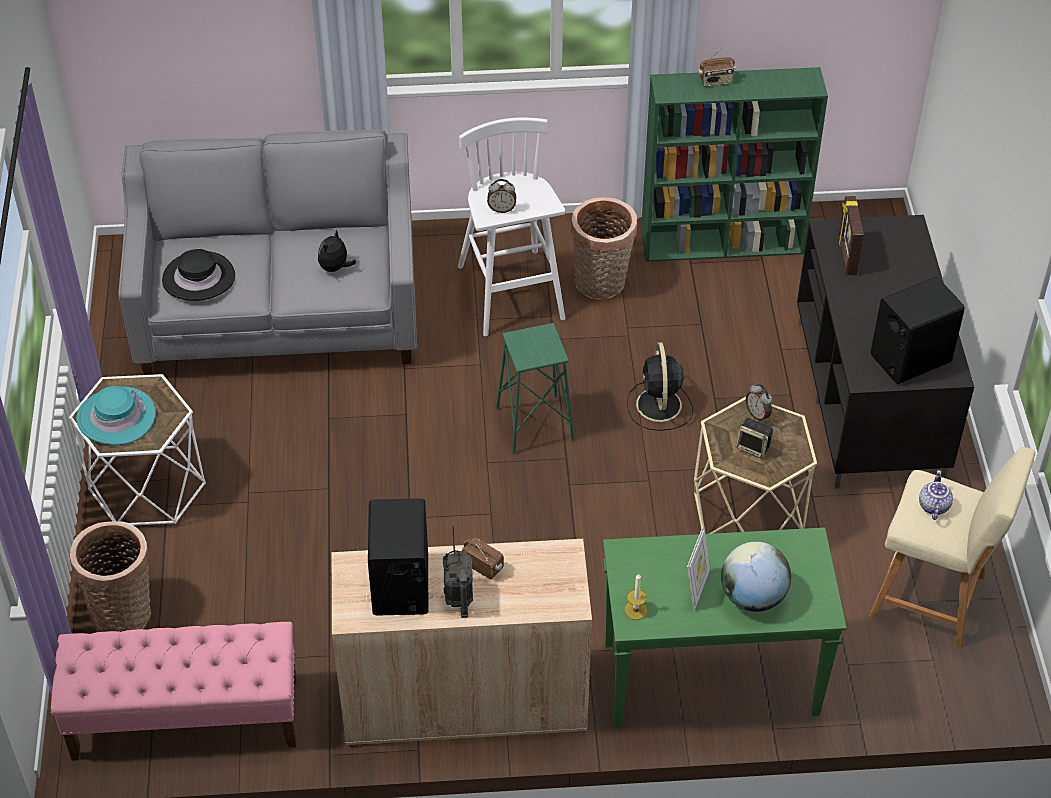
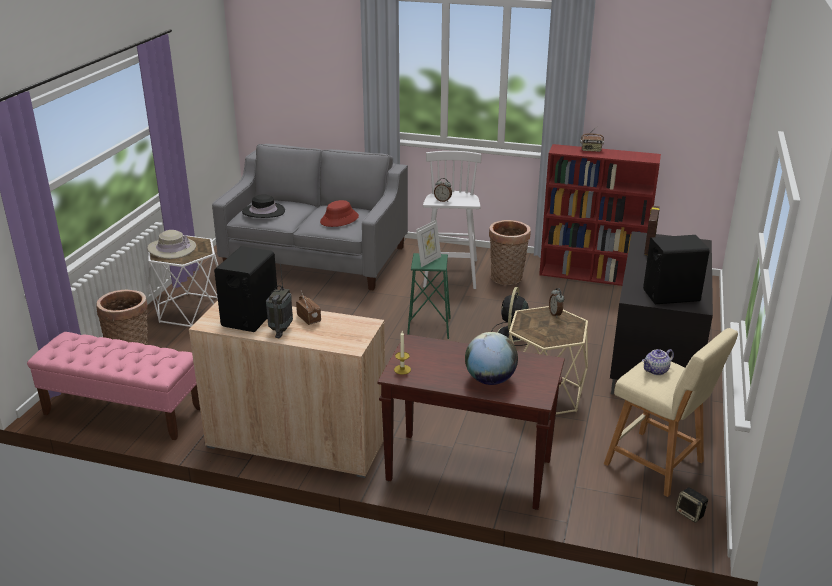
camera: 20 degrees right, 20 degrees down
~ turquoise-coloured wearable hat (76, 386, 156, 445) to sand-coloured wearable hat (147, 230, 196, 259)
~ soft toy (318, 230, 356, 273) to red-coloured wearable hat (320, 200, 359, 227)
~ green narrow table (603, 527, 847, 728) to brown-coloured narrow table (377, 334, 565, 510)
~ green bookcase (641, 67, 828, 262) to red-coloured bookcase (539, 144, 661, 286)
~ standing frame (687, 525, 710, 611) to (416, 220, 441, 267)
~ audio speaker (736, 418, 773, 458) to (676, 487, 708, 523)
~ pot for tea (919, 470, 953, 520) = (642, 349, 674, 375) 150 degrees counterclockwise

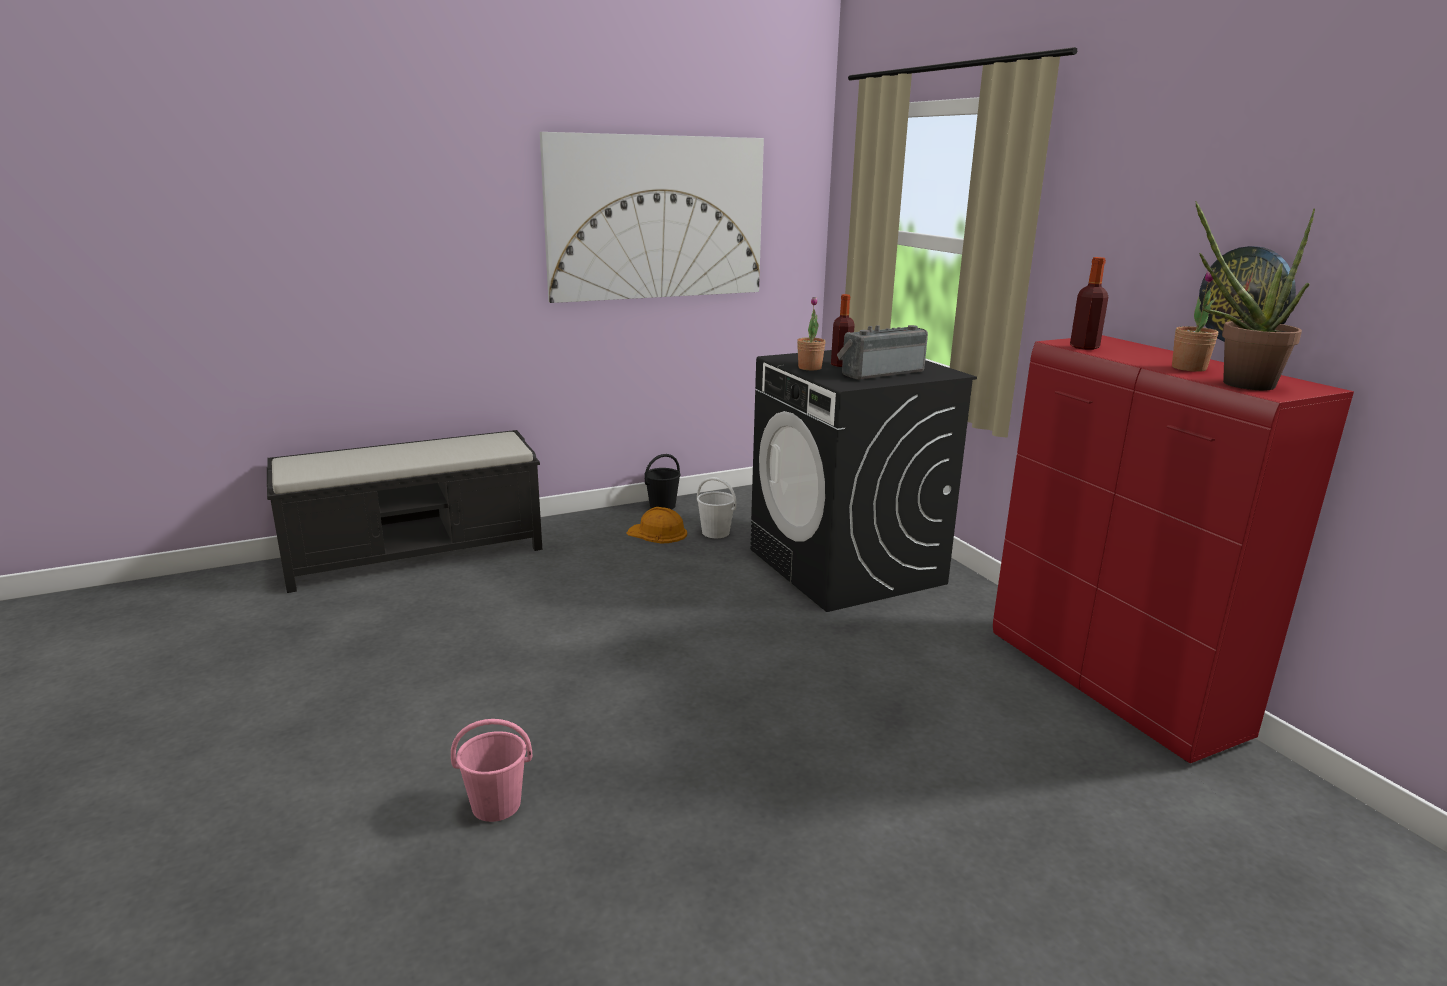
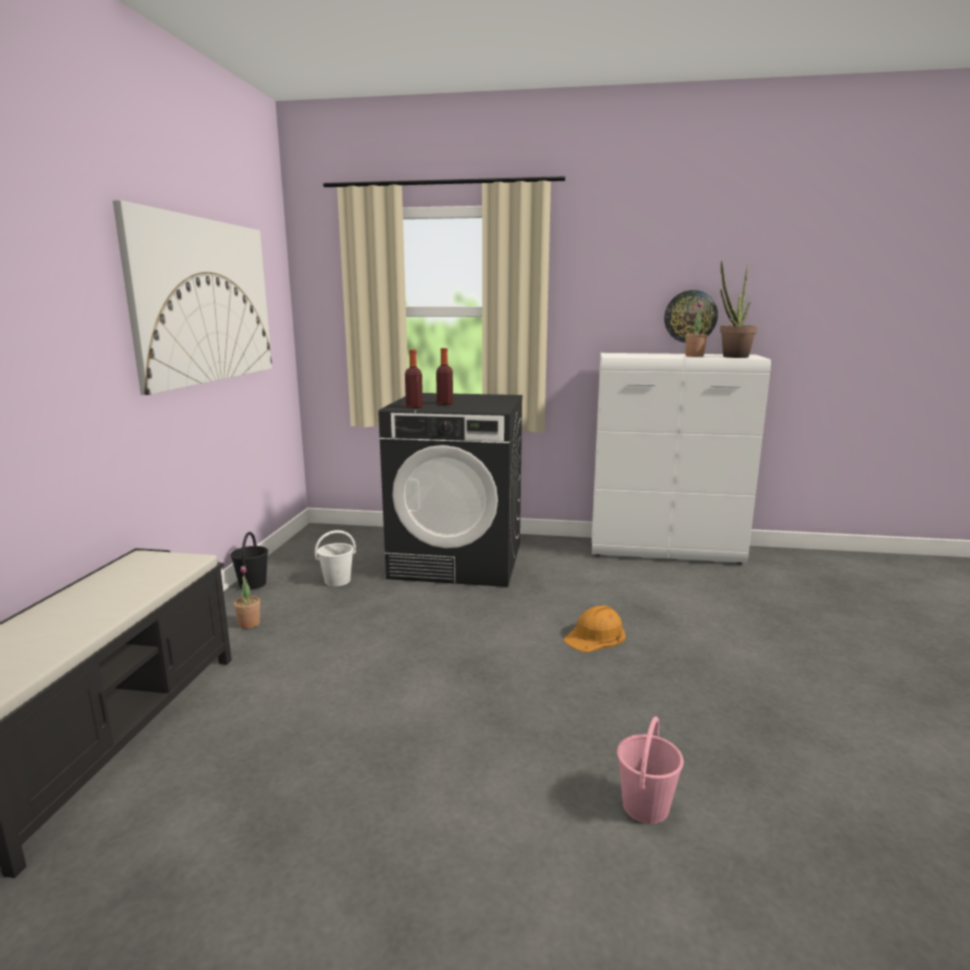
camera: 55 degrees left, 5 degrees down
~ orange safety helmet (626, 507, 687, 544) to (564, 605, 625, 652)
~ potted plant (797, 297, 826, 370) to (234, 566, 260, 629)
- radio receiver (837, 325, 928, 380)
~ red-coloured cupboard (993, 335, 1354, 763) to whitish cupboard (592, 353, 771, 564)
~ beverage bottle (1070, 257, 1108, 350) to (405, 349, 423, 408)

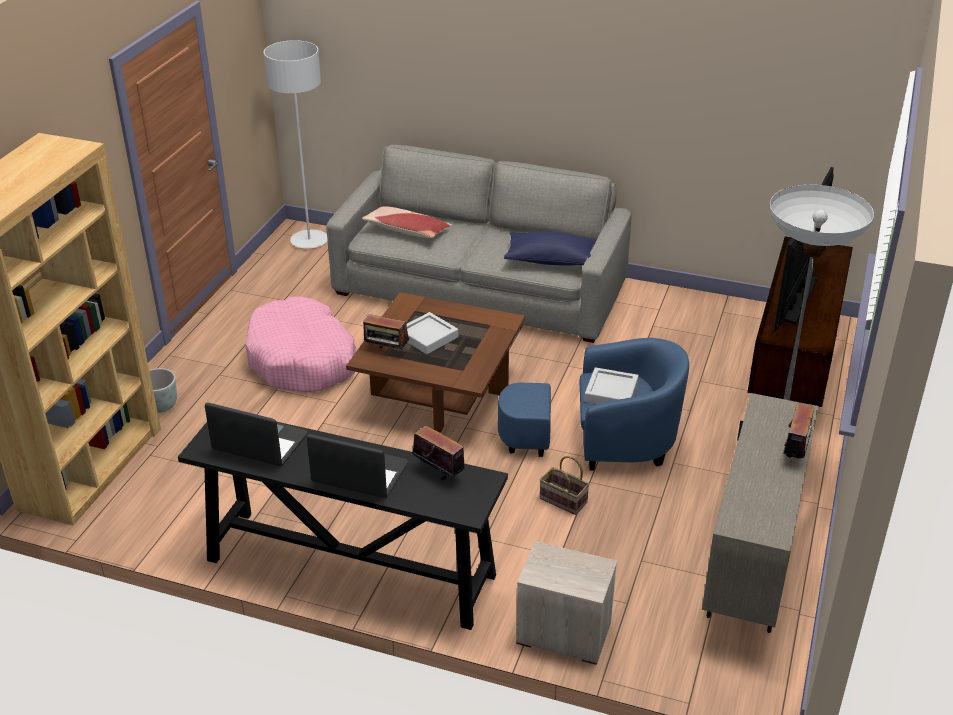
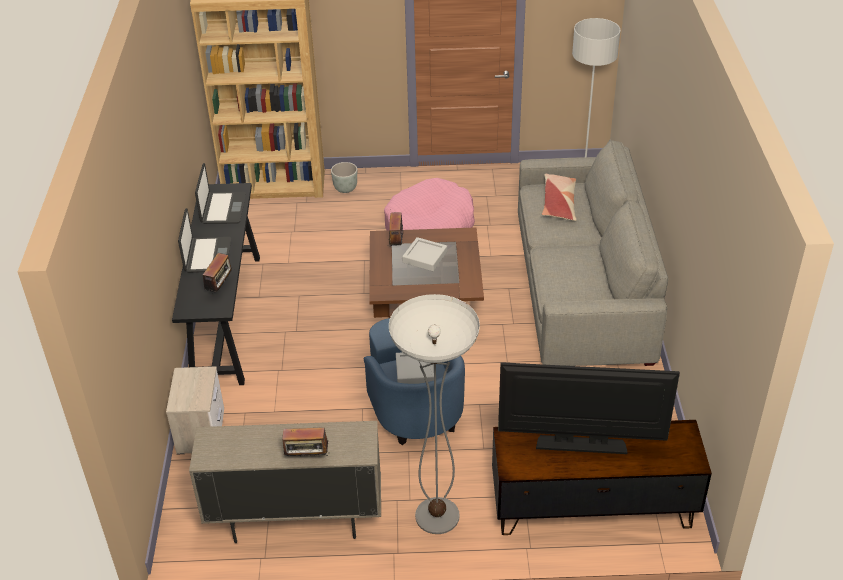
camera: 70 degrees right, 5 degrees up
- blue-coloured cushion (504, 231, 597, 266)
- household basket (540, 456, 589, 515)

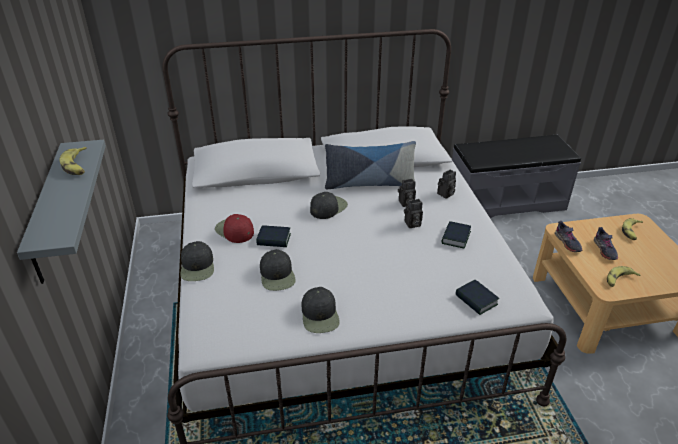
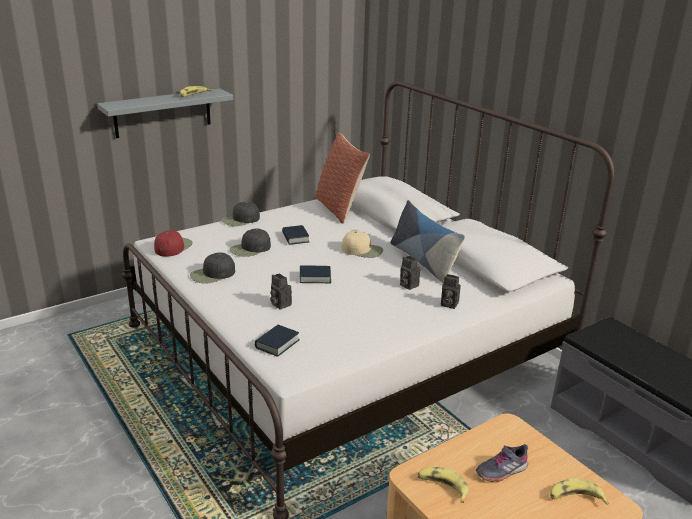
camera: 65 degrees right, 10 degrees down
~ red-coloured baseball cap (215, 214, 254, 243) to (154, 230, 193, 256)
~ black-coloured baseball cap (310, 192, 348, 219) to sand-coloured baseball cap (342, 231, 383, 258)
~ photo camera (404, 199, 423, 228) to (270, 273, 292, 310)
~ volume (442, 221, 471, 249) to (300, 265, 331, 283)
- greyish item of footwear (555, 221, 582, 252)
+ cushion (315, 133, 370, 224)

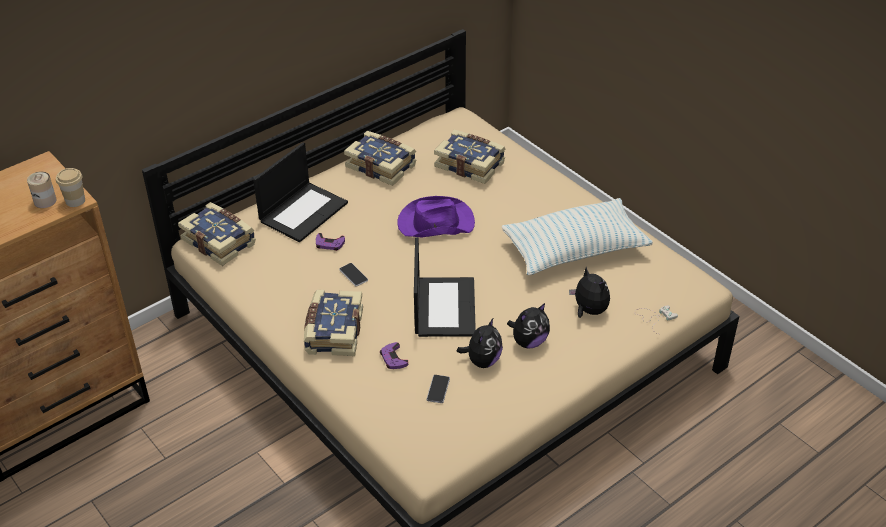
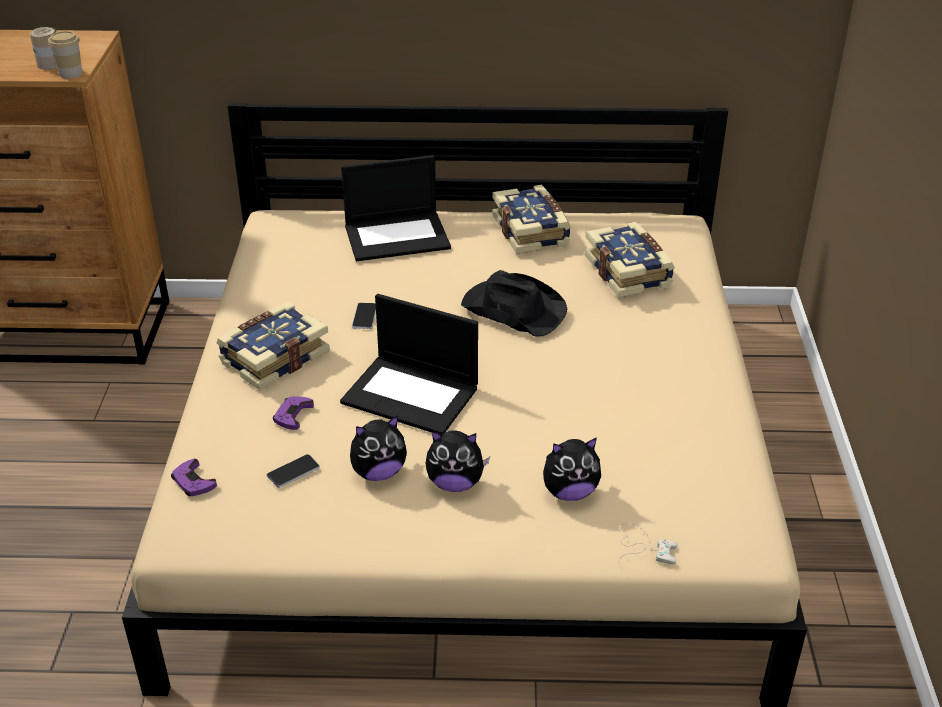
camera: 40 degrees right, 5 degrees down
- volume (178, 202, 256, 266)
~ purple game controller (316, 233, 345, 251) to (171, 459, 217, 496)
~ purple wearable hat (397, 196, 475, 238) to black-coloured wearable hat (461, 270, 567, 337)
~ notebook computer (414, 237, 476, 337) = (340, 294, 478, 435) 75 degrees clockwise
- cushion (502, 198, 653, 275)
~ soft toy (569, 267, 610, 318) = (543, 437, 601, 501) 75 degrees clockwise

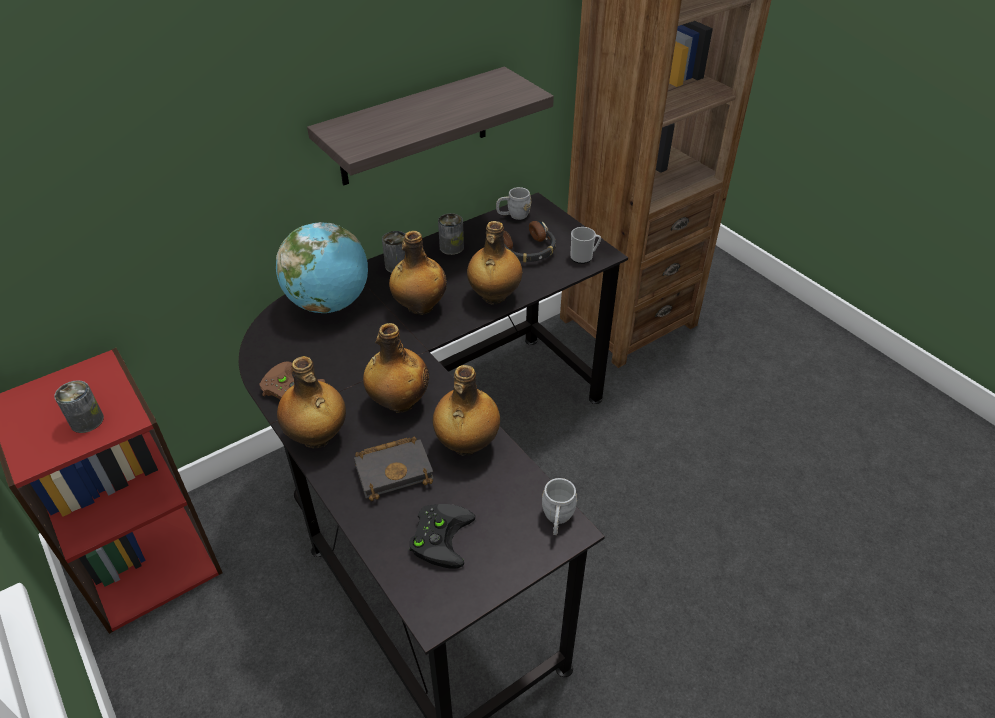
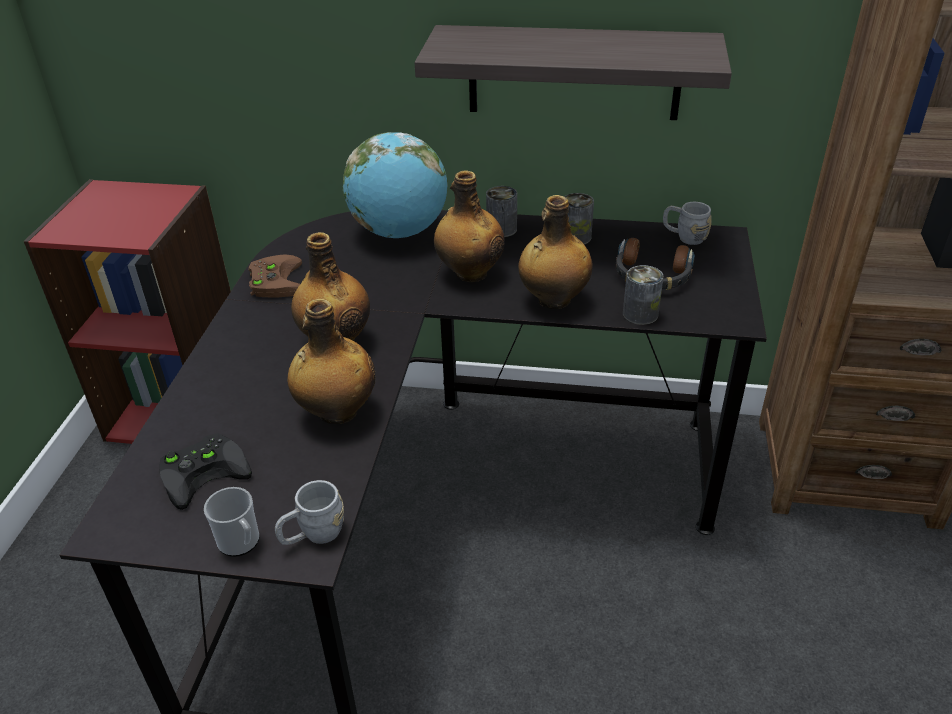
camera: 45 degrees right, 5 degrees down
~ metal can (54, 380, 104, 433) to (623, 265, 664, 325)
- beverage bottle (277, 356, 346, 448)
- black-coloured volume (354, 437, 434, 501)
~ mug (570, 227, 601, 264) to (204, 487, 260, 557)

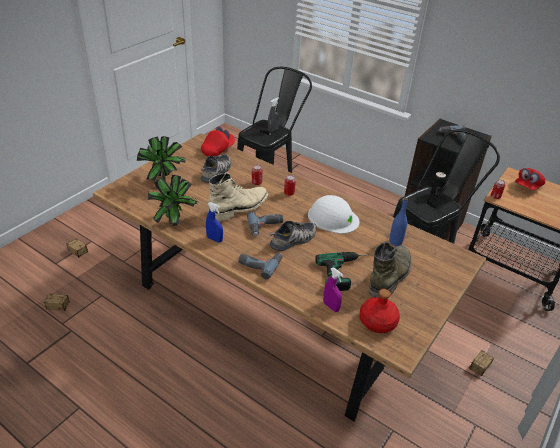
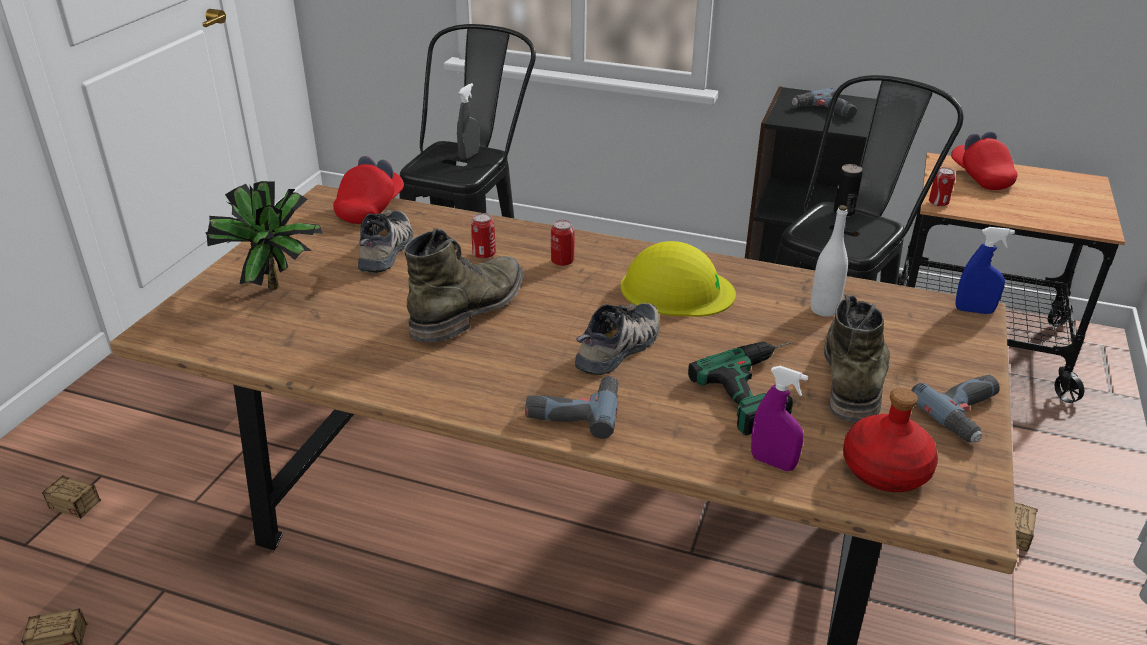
camera: 15 degrees left, 5 degrees down
- potted plant (148, 175, 198, 226)
~ blue-coloured sprayer (206, 202, 223, 242) to (955, 227, 1015, 314)
~ sand-coloured tall boot (208, 172, 268, 221) to green tall boot (404, 228, 523, 342)
~ electric drill (247, 211, 283, 236) to (911, 375, 1000, 442)
~ whitish safety helmet (308, 195, 360, 234) to yellowish safety helmet (621, 241, 736, 317)
~ blue-coloured beverage bottle (389, 198, 408, 246) to whitish beverage bottle (810, 205, 848, 317)
~ red-coloured baseball cap (515, 168, 546, 190) = (951, 131, 1018, 190) 135 degrees clockwise

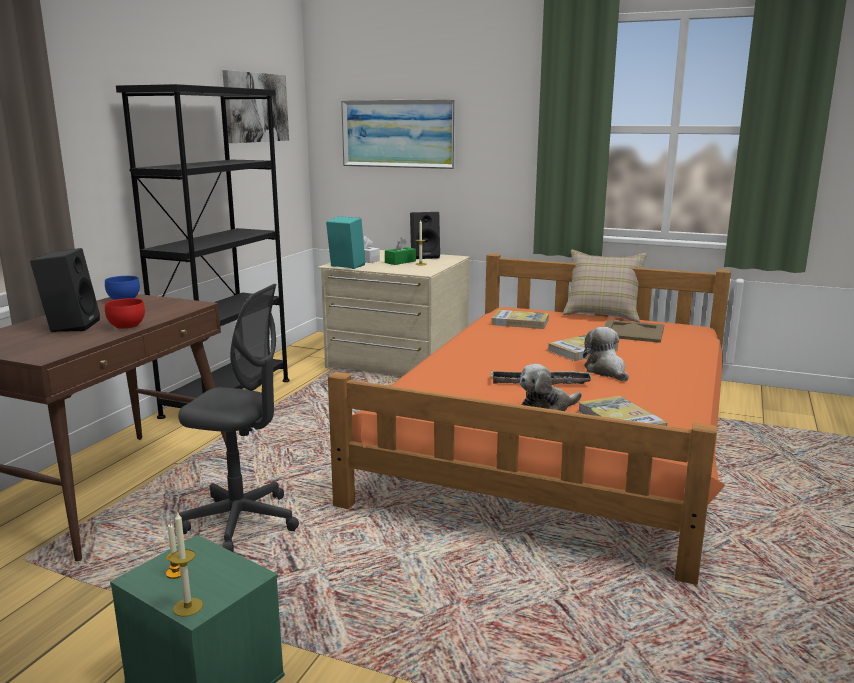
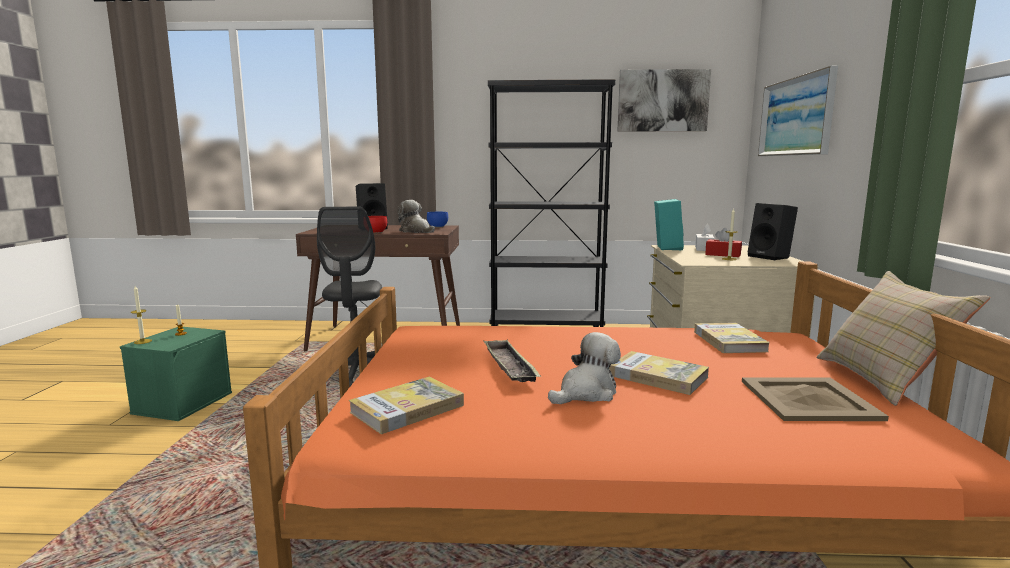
camera: 70 degrees right, 5 degrees down
~ green tissue holder (385, 238, 416, 265) to red-coloured tissue holder (705, 228, 742, 257)
~ soft toy (520, 364, 582, 411) to (398, 200, 435, 233)

